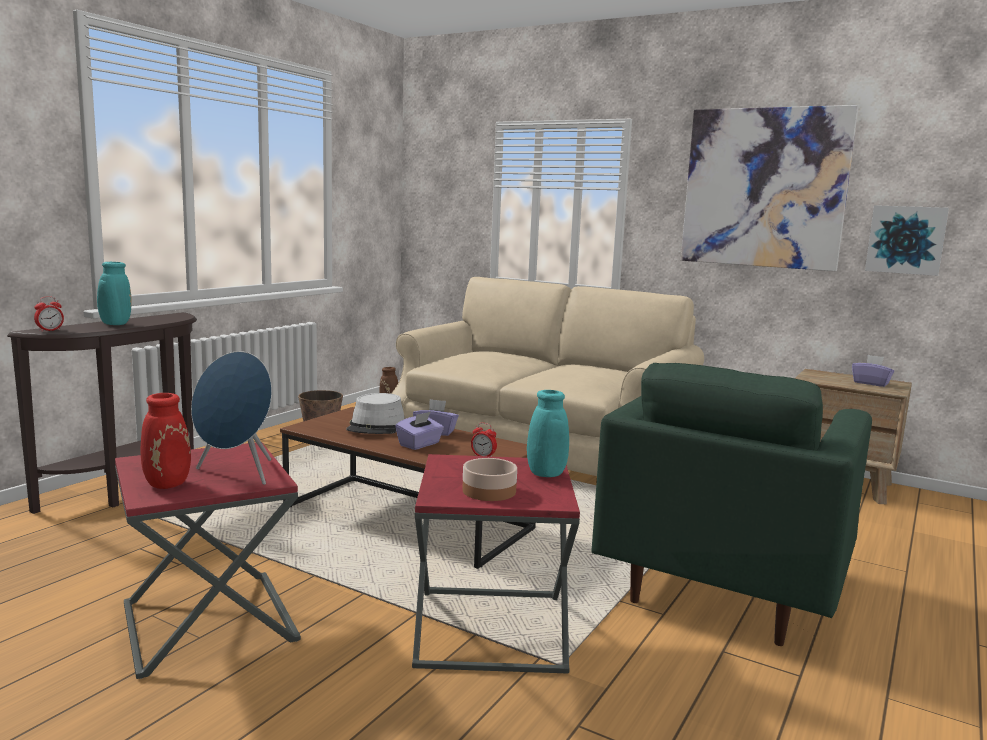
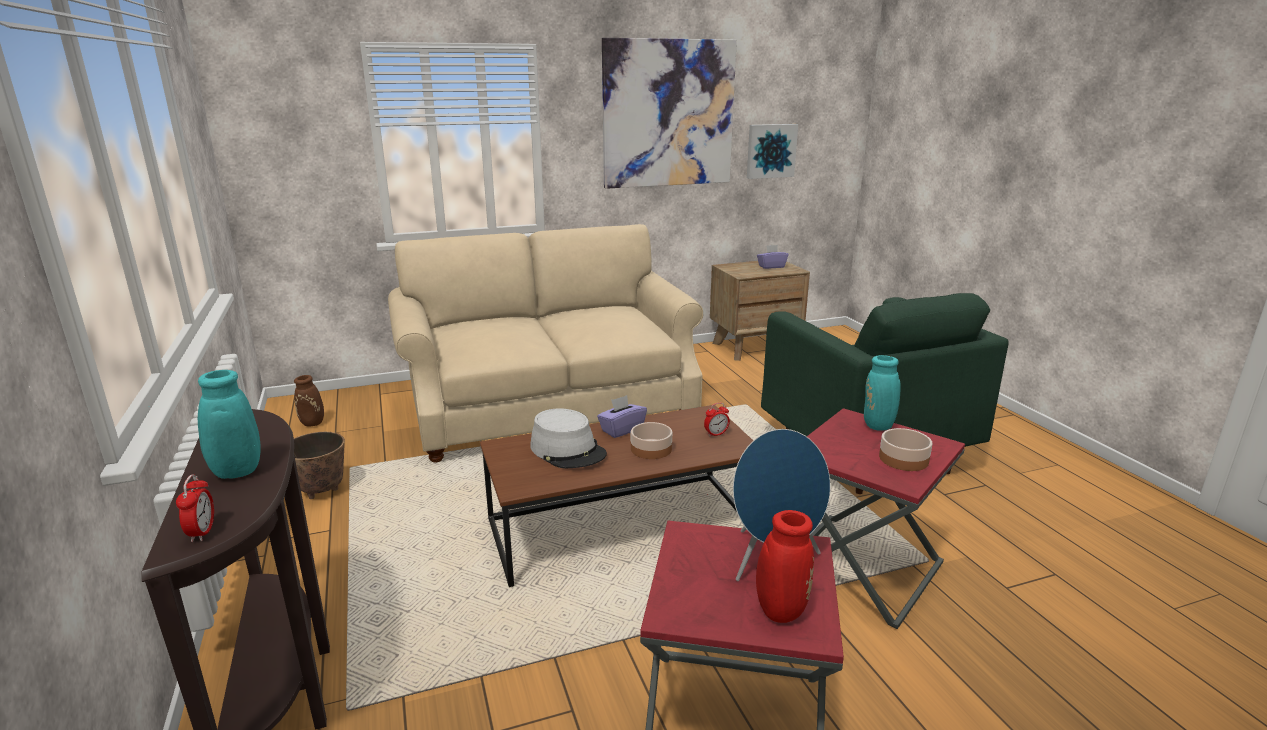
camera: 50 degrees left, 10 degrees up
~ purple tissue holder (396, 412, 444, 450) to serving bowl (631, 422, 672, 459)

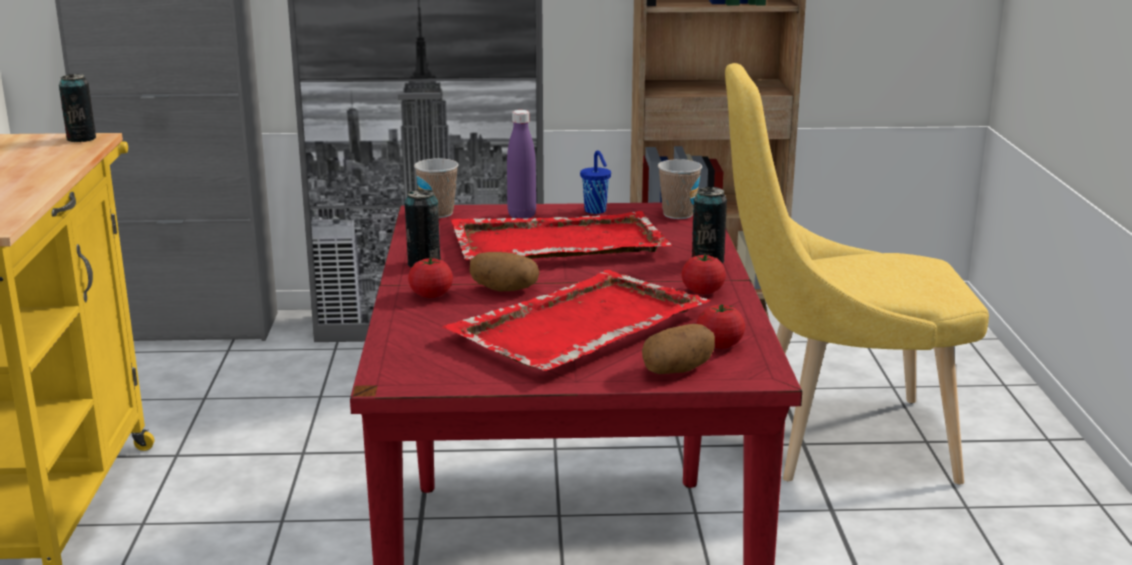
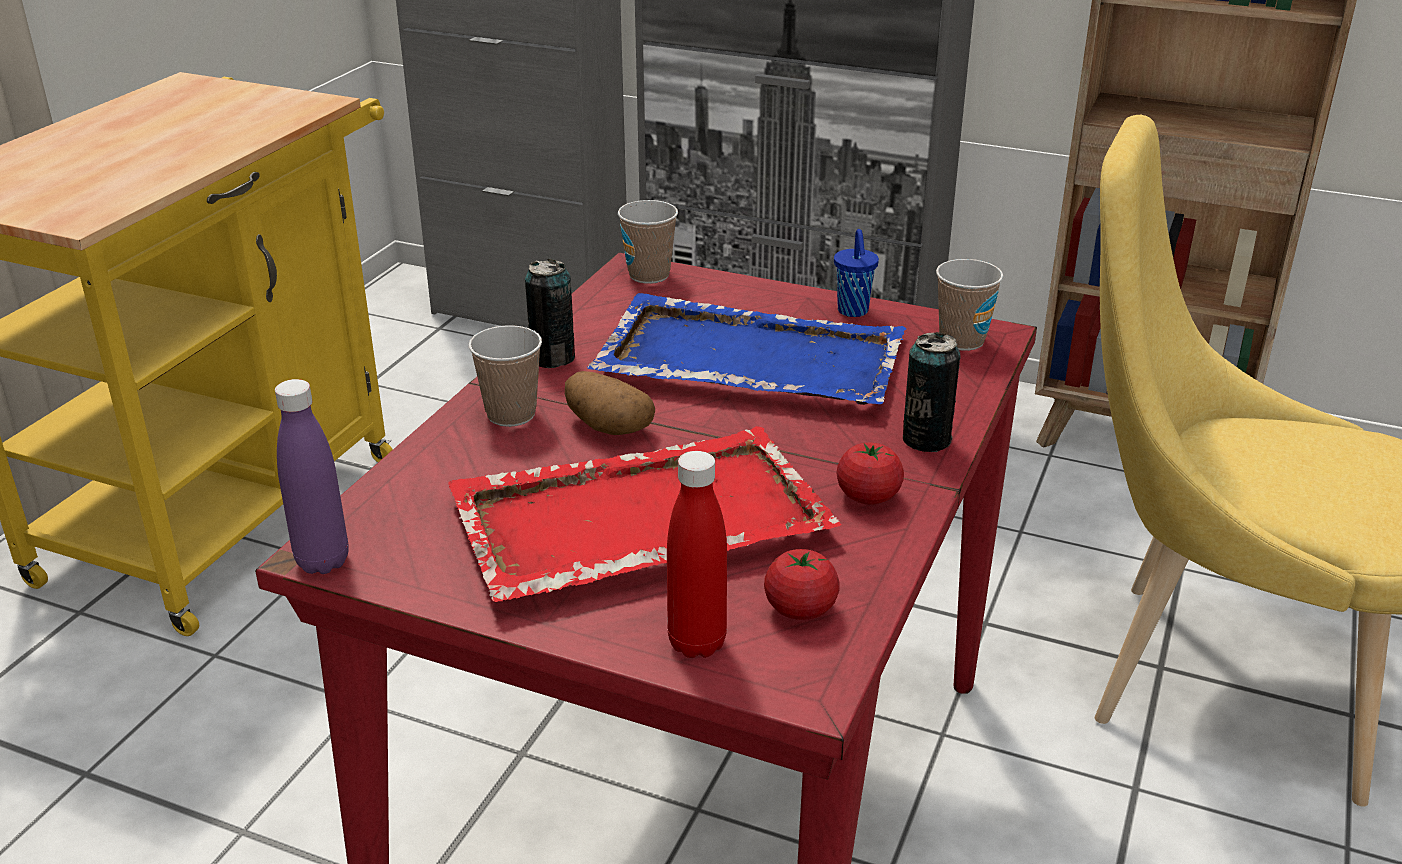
camera: 25 degrees right, 10 degrees up
- metal can (59, 74, 96, 142)
~ fresh tomato (408, 257, 453, 298) to drinking cup (469, 326, 542, 427)
~ red-coloured serving tray (451, 211, 672, 260) to blue-coloured serving tray (587, 293, 906, 405)
~ purple beverage bottle (507, 110, 536, 219) to (275, 379, 349, 574)
~ whole potato (642, 324, 715, 374) to red-coloured beverage bottle (667, 451, 727, 658)

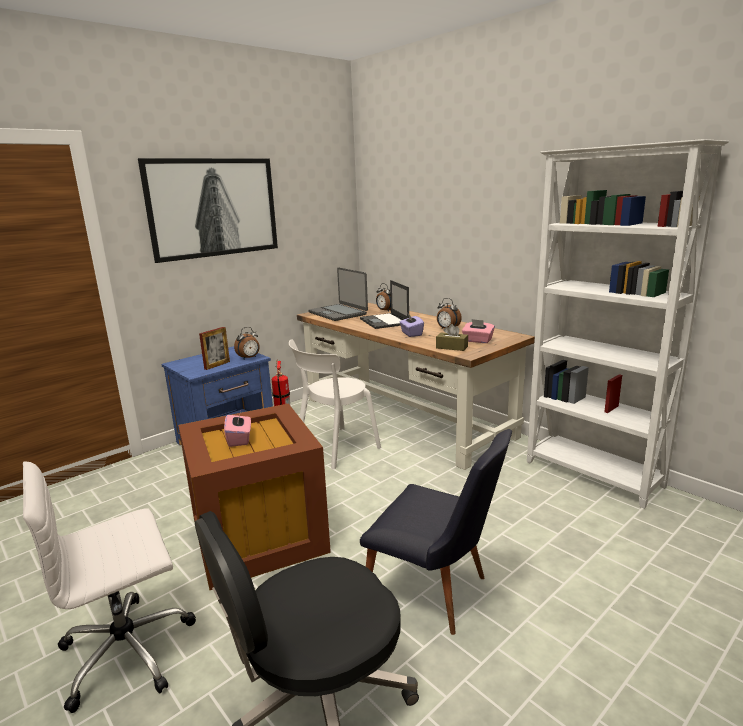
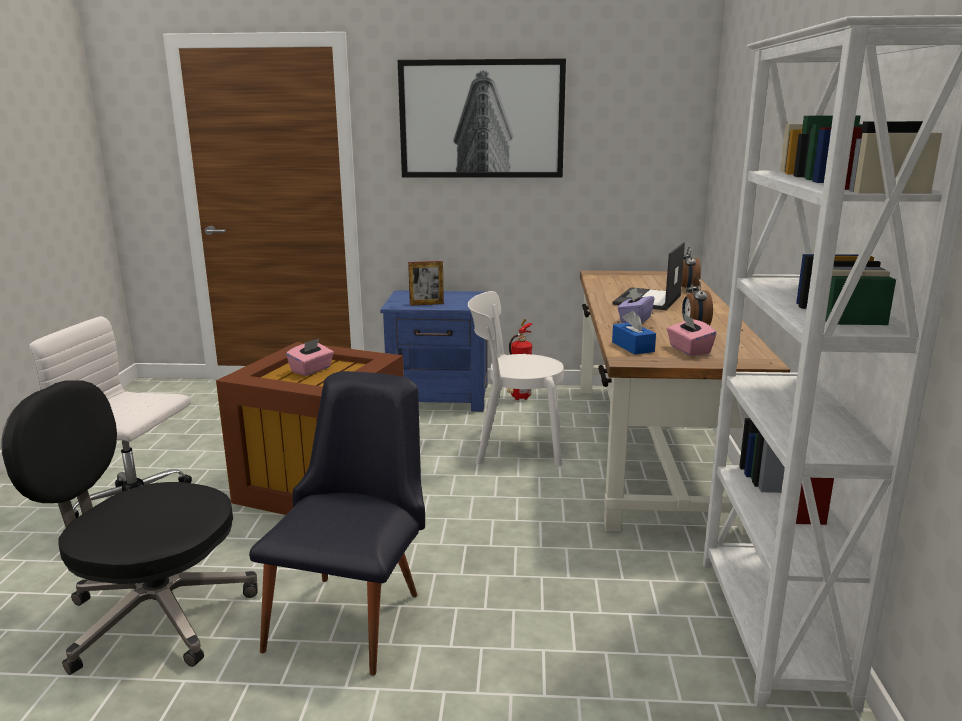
camera: 45 degrees right, 0 degrees up
- table clock (234, 327, 260, 360)
- notebook computer (308, 267, 368, 321)
~ black-coloured plain chair (360, 429, 512, 635) = (249, 371, 425, 676) 150 degrees counterclockwise
~ brown-coloured tissue holder (436, 324, 468, 351) to blue-coloured tissue holder (612, 311, 656, 355)

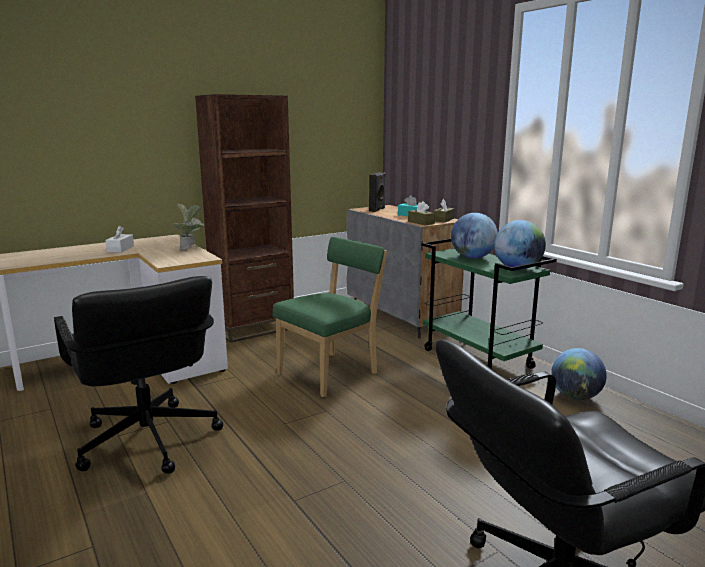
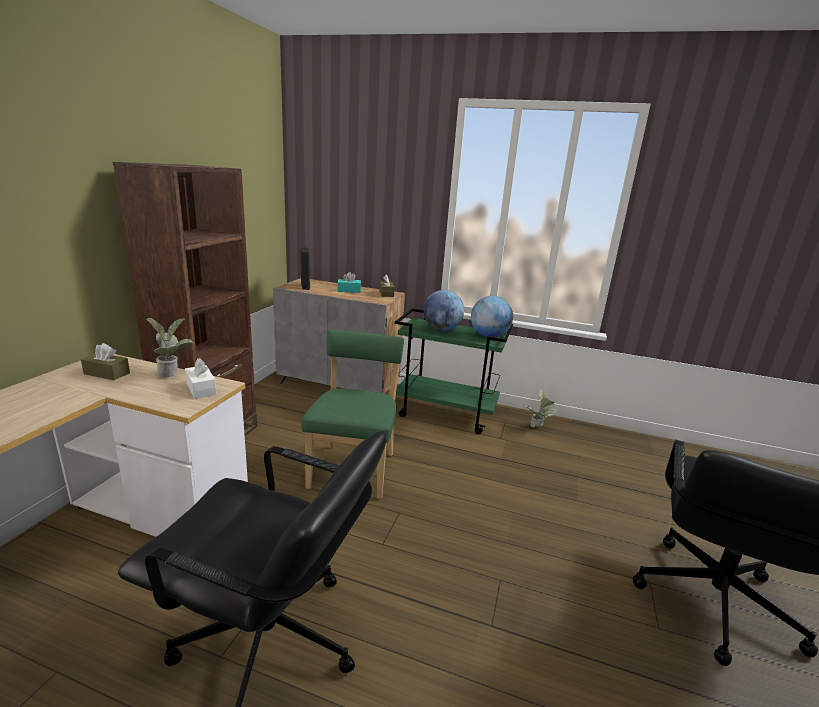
camera: 40 degrees left, 5 degrees up
~ whitish tissue holder (105, 225, 134, 253) to (185, 358, 217, 399)
~ brown-coloured tissue holder (408, 201, 435, 225) to (81, 343, 130, 380)
~ globe (551, 348, 607, 400) to potted plant (525, 389, 557, 427)

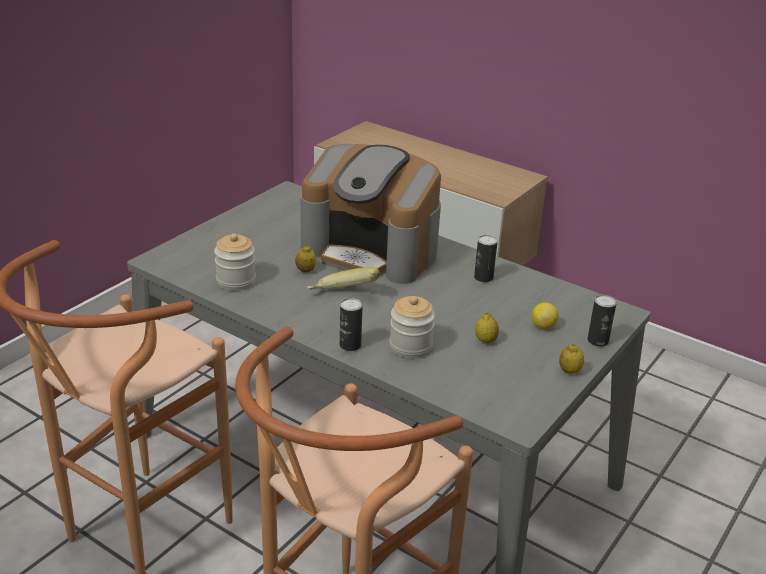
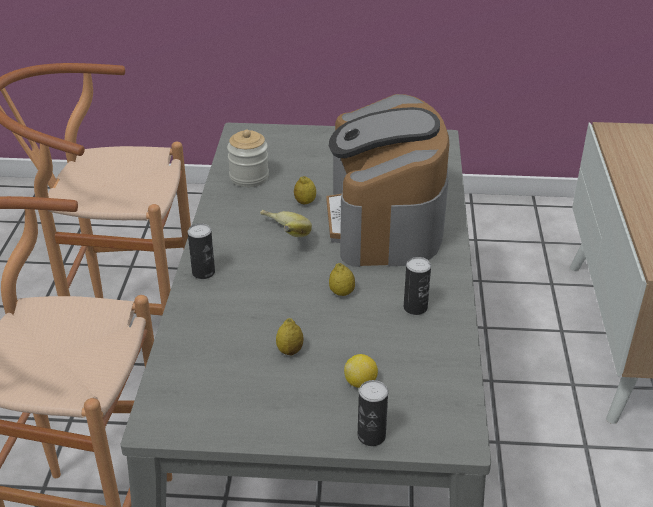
camera: 60 degrees right, 5 degrees up
- preserve jar (389, 296, 435, 358)
~ whole lemon (559, 344, 584, 374) to (329, 263, 355, 296)

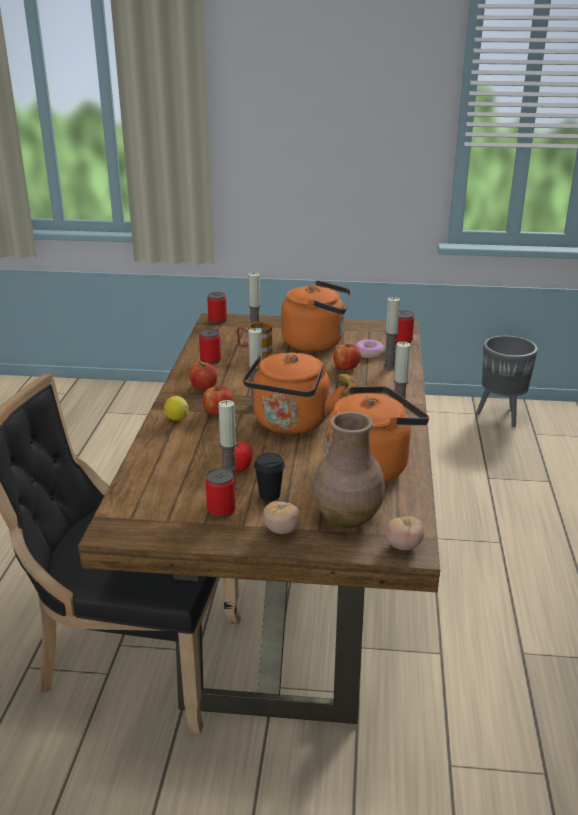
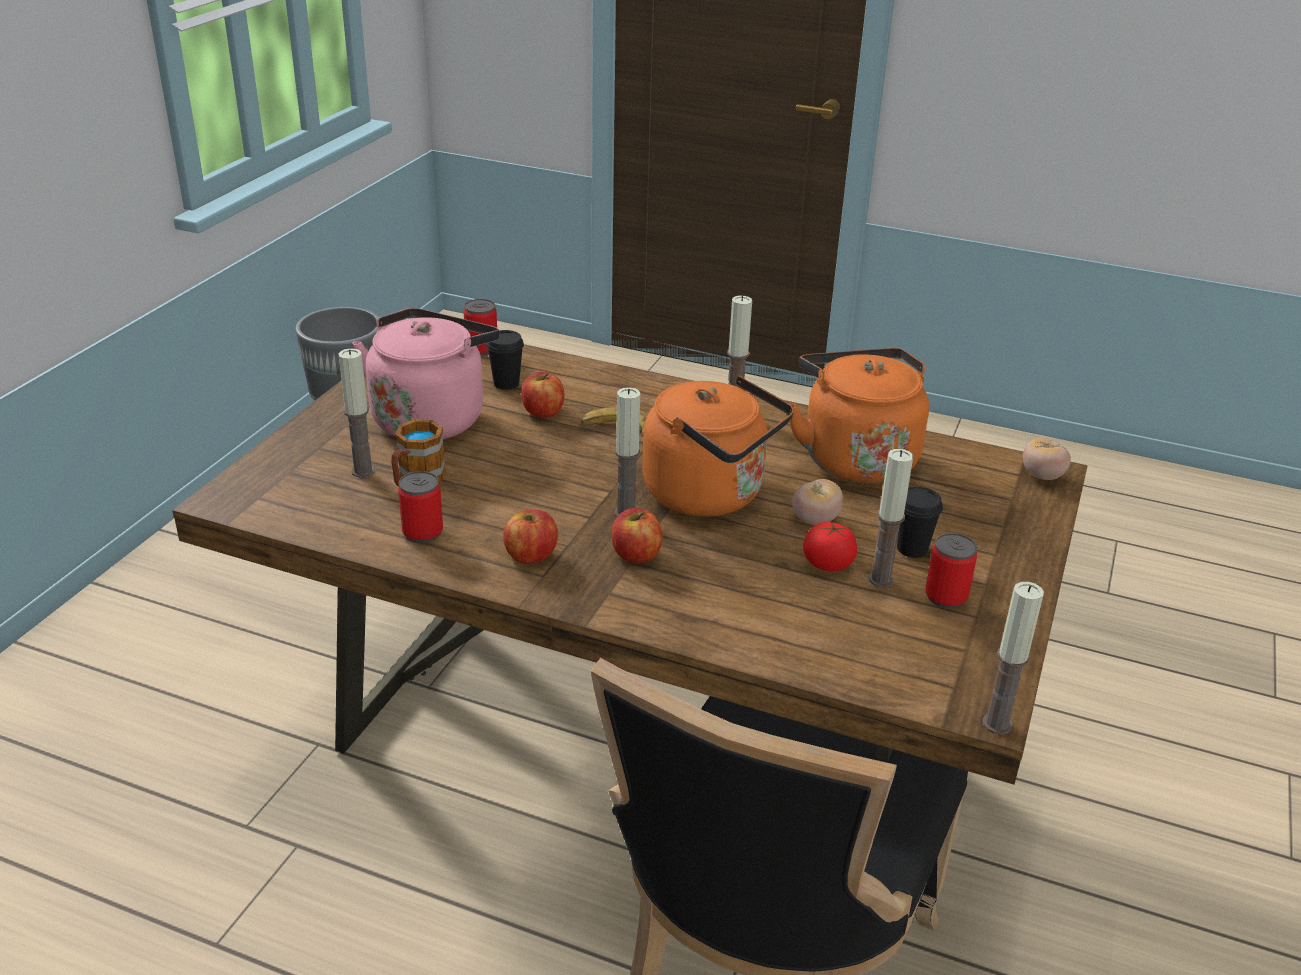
camera: 75 degrees left, 5 degrees up
- whole lemon (164, 396, 189, 421)
- metal can (207, 292, 227, 324)
~ fresh tomato (263, 501, 300, 534) to (792, 479, 843, 525)
~ orange water kettle (281, 280, 351, 352) to pinkish water kettle (352, 308, 500, 439)
- brown-coloured decorative vase (313, 411, 385, 528)
~ doughnut (355, 340, 385, 358) to black-coloured drinking cup (486, 330, 524, 390)
~ wax candle (383, 297, 400, 370) to (982, 582, 1044, 735)

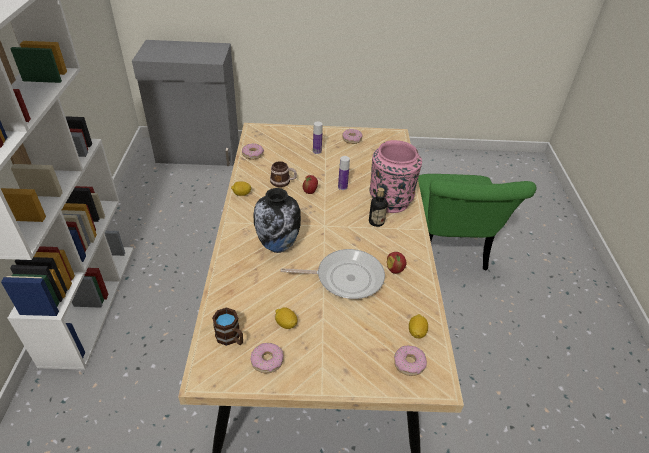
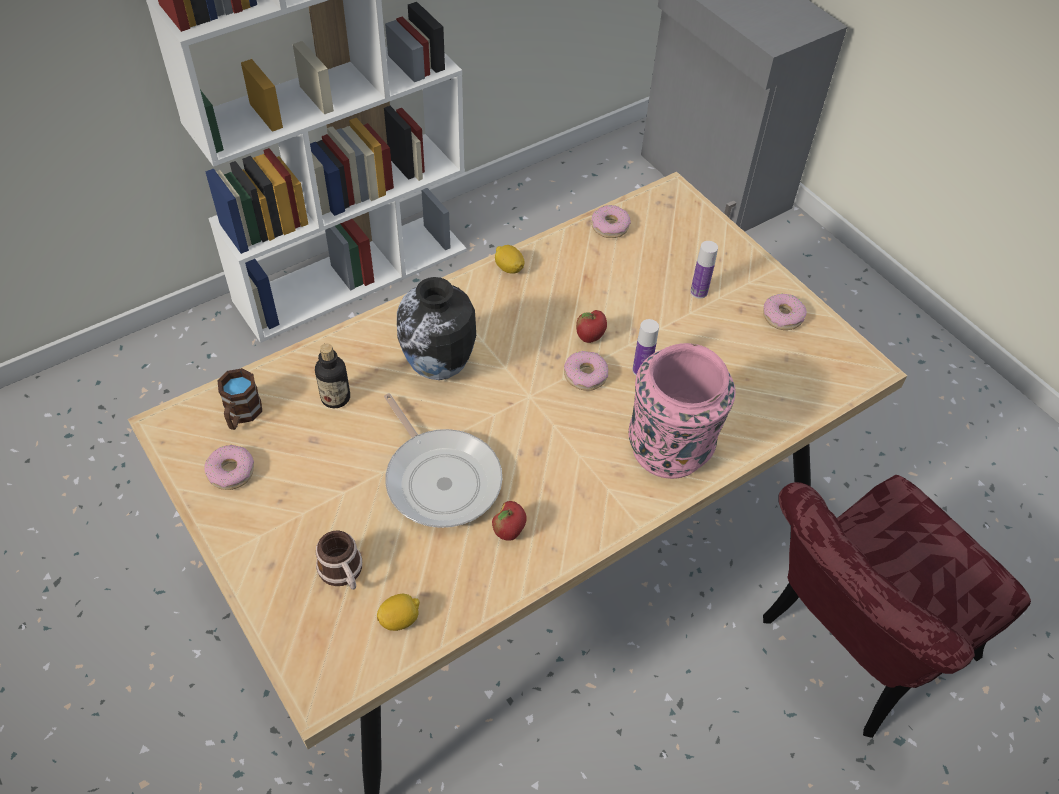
camera: 55 degrees right, 10 degrees up
~ mug (270, 161, 297, 187) to (316, 531, 362, 590)
- whole lemon (275, 307, 298, 329)
~ beverage bottle (369, 187, 388, 227) to (315, 344, 350, 408)
~ doughnut (394, 346, 427, 376) to (564, 351, 608, 390)
~ green plain chair (418, 174, 537, 271) to red-coloured plain chair (763, 475, 1031, 738)

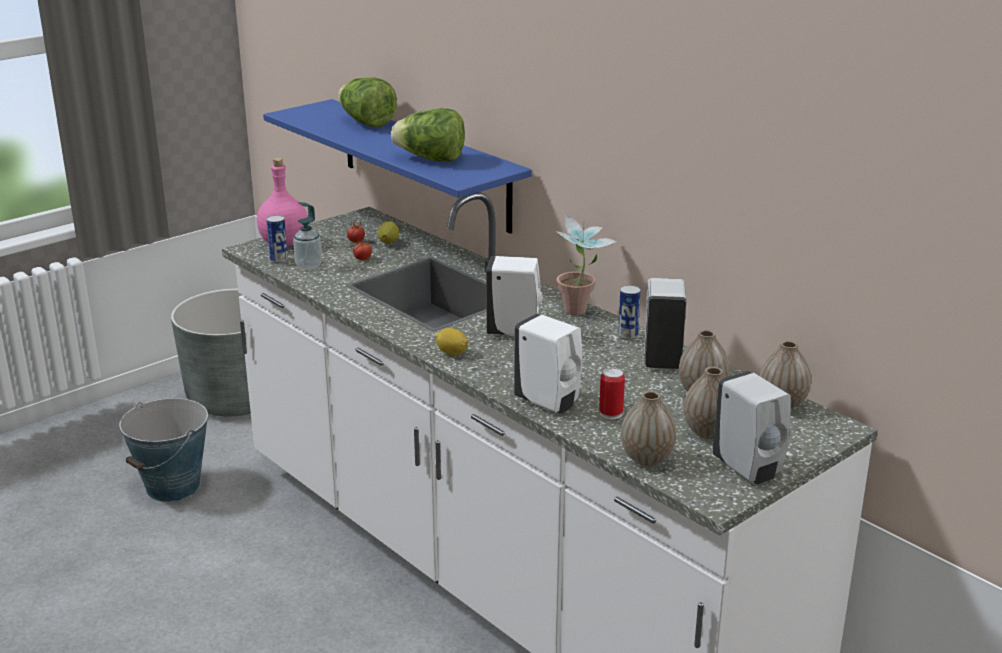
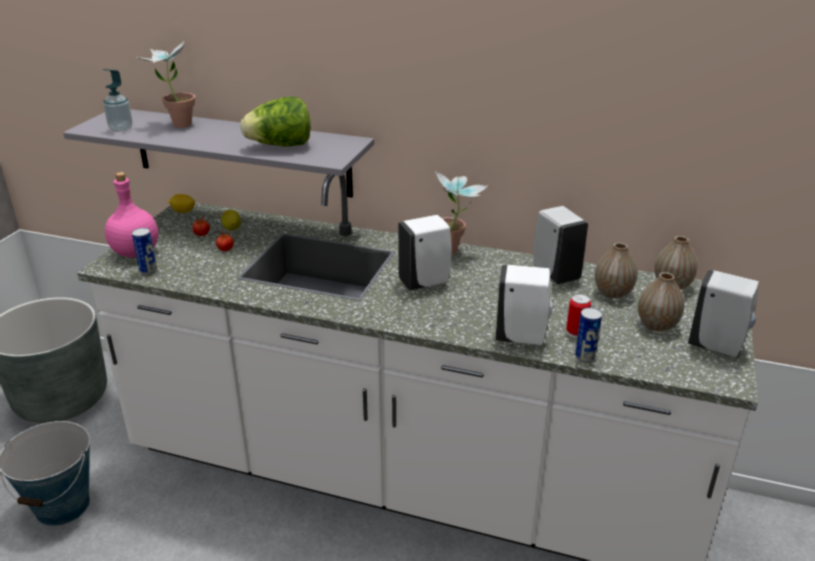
camera: 30 degrees left, 5 degrees up
~ blue-coloured bracket shelf (263, 99, 532, 234) to greyish bracket shelf (63, 109, 374, 198)
~ liquid soap bottle (293, 202, 322, 270) to (103, 69, 133, 132)
~ lettuce head (338, 77, 397, 128) to potted plant (135, 41, 195, 128)
~ whole lemon (435, 328, 468, 355) to (168, 194, 195, 213)
~ metal can (618, 285, 640, 341) to (575, 308, 602, 363)
- decorative vase (621, 391, 677, 466)

